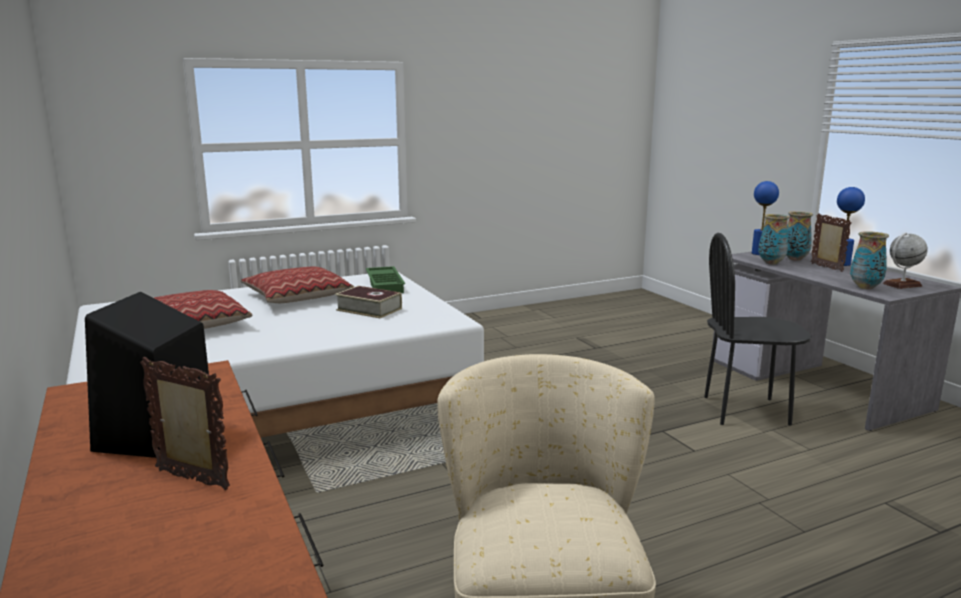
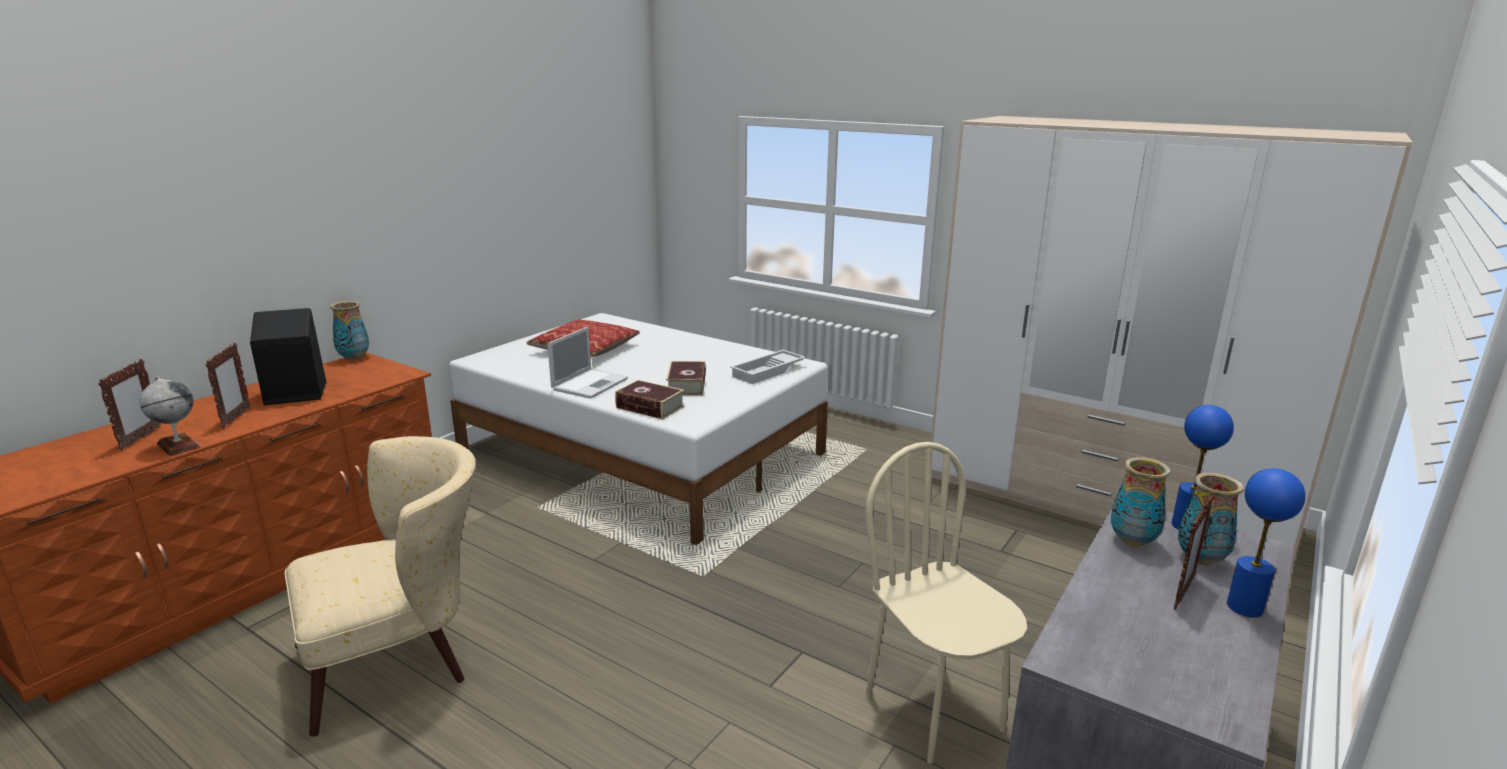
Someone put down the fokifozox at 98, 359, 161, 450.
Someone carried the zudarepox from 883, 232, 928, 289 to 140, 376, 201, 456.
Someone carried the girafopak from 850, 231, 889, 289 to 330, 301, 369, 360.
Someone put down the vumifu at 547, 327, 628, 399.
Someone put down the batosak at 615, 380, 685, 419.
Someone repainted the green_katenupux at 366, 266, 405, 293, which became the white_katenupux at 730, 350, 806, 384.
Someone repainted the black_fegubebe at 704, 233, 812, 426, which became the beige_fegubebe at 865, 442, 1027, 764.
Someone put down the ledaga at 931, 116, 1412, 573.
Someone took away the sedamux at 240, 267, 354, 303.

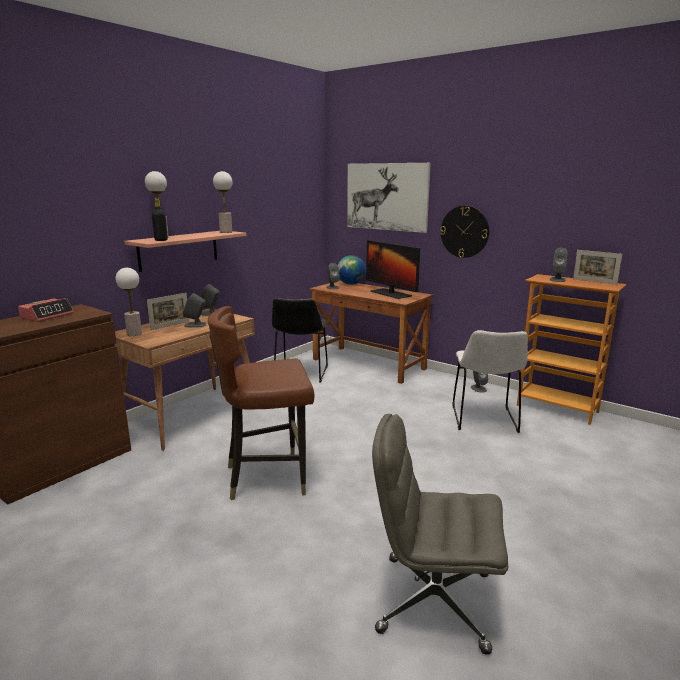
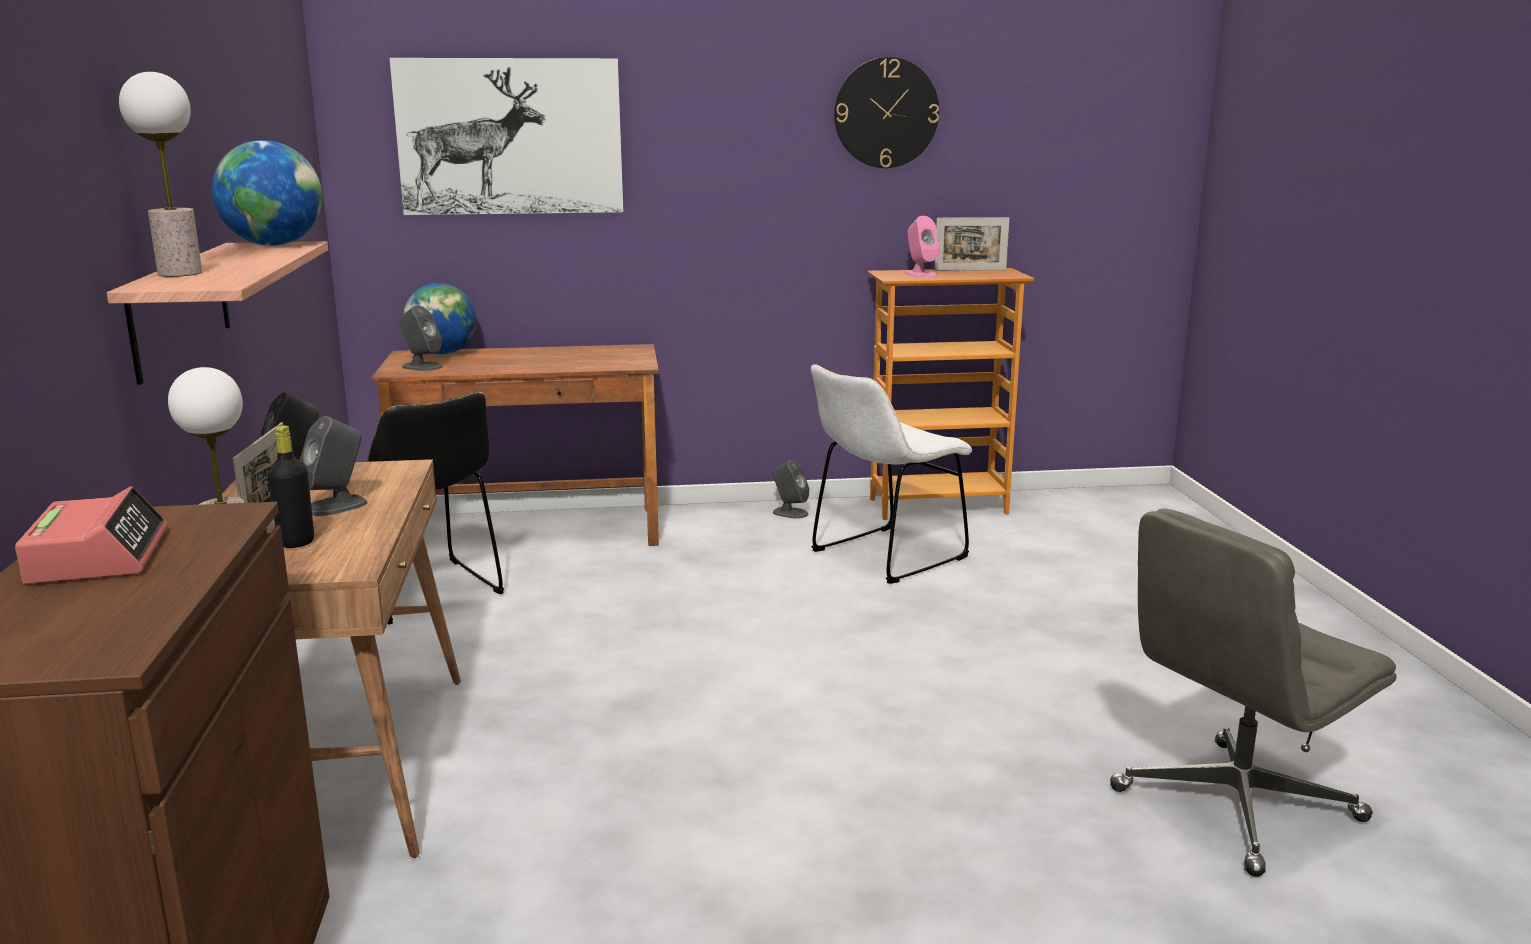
Someone swapped the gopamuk at 213, 171, 233, 233 for the zudarepox at 212, 140, 322, 246.
Someone carried the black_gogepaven from 152, 198, 168, 241 to 268, 426, 314, 548.
Someone rotated the white_fegubebe at 452, 330, 528, 433 by 90 degrees clockwise.
Someone carried the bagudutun from 440, 206, 489, 258 to 834, 57, 939, 168.
Someone repainted the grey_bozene at 550, 248, 568, 282, which became the pink_bozene at 905, 216, 940, 278.
Someone took away the brown_fegubebe at 208, 306, 314, 500.
Someone took away the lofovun at 366, 240, 420, 299.

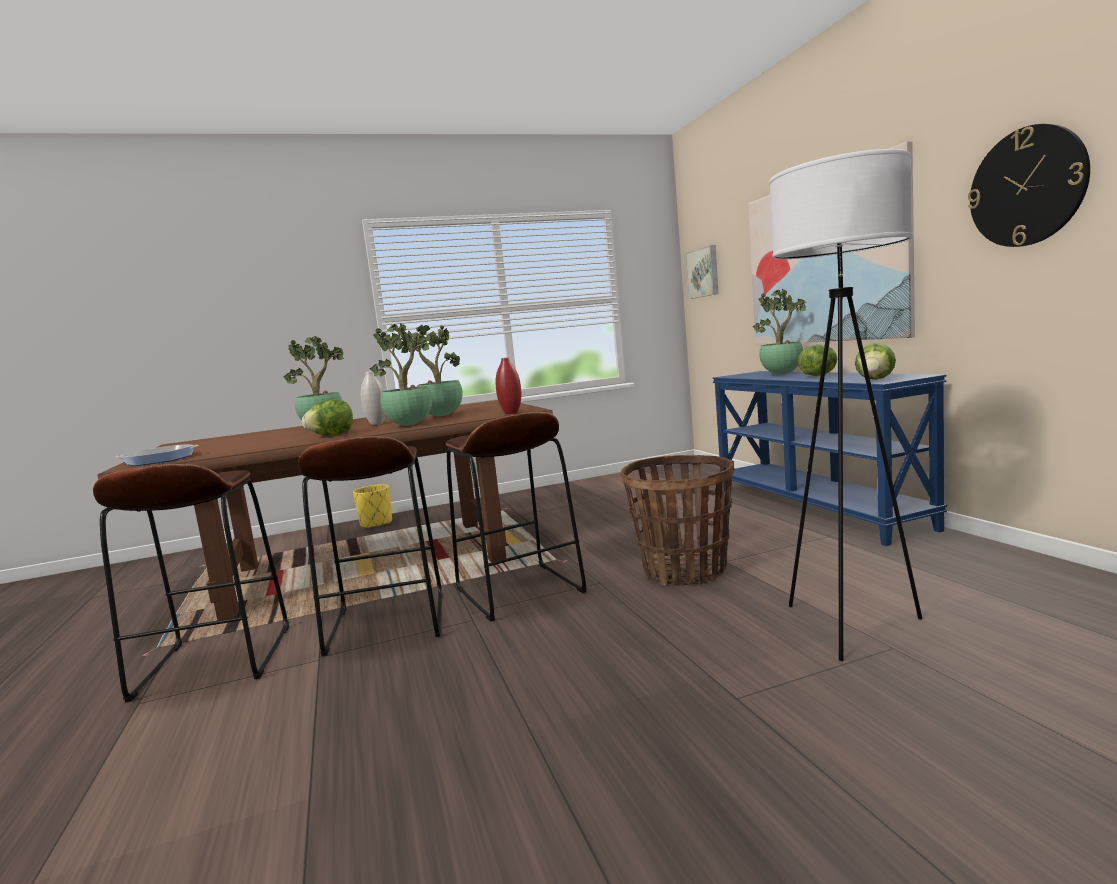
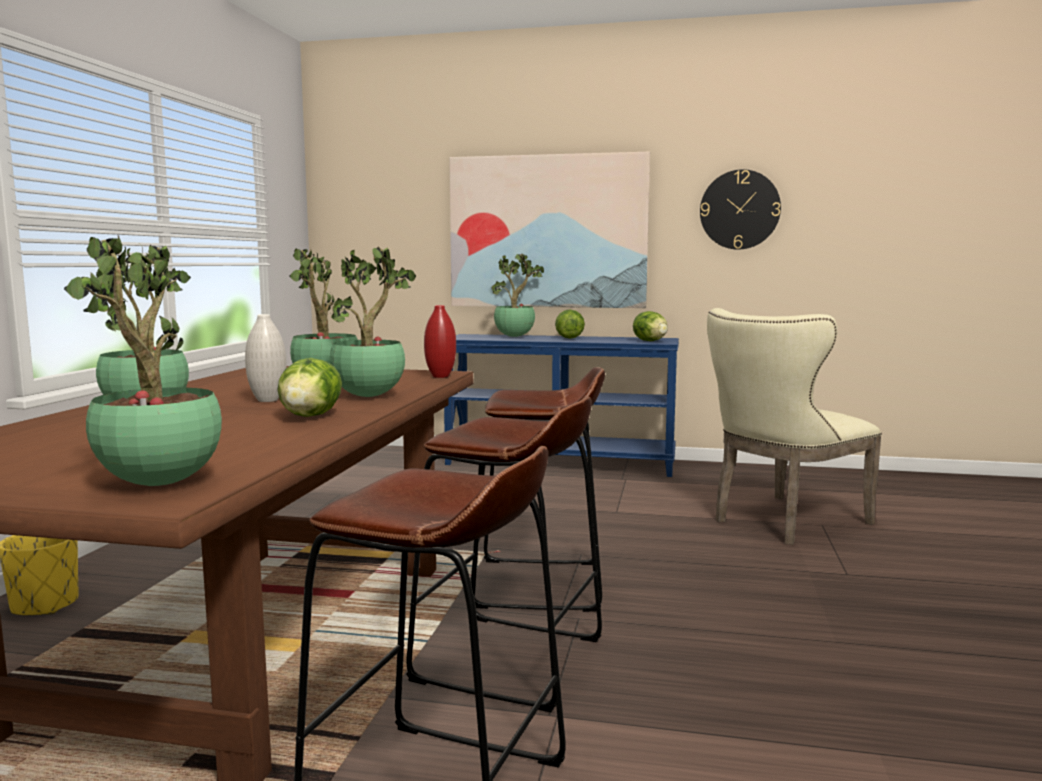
Someone swapped the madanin at 116, 444, 199, 466 for the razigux at 64, 235, 222, 486.
Someone swapped the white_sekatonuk at 769, 149, 922, 661 for the beige_fegubebe at 707, 308, 882, 545.
Someone took away the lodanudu at 621, 455, 735, 586.
Someone took away the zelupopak at 685, 245, 718, 299.

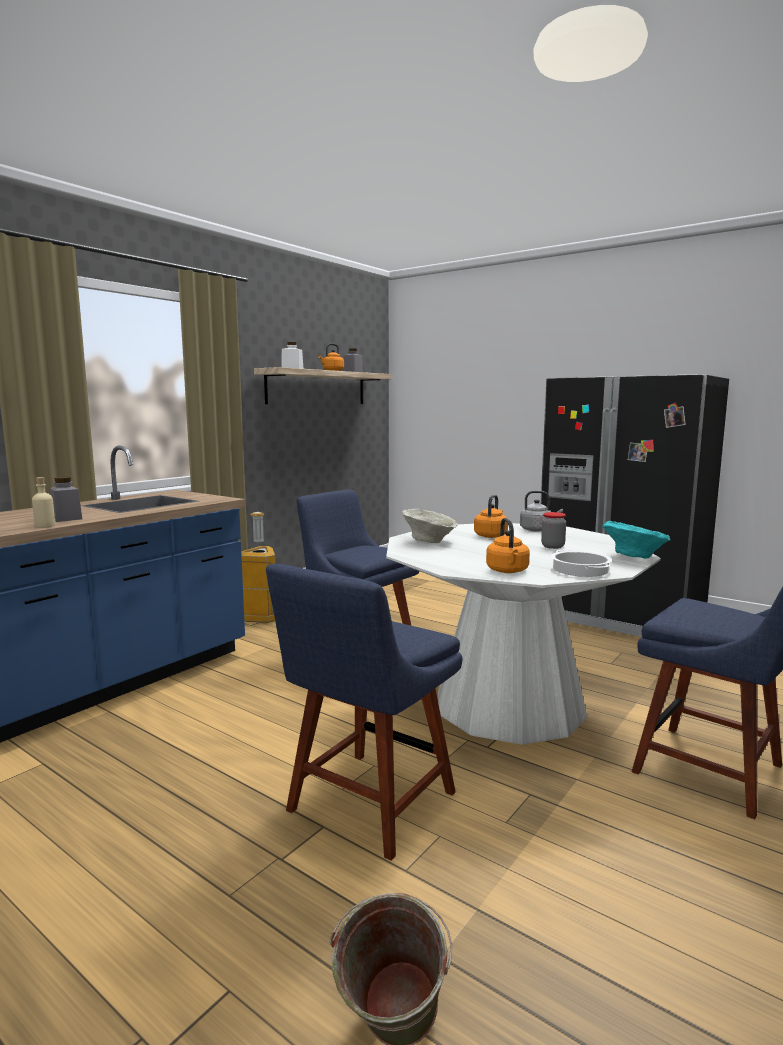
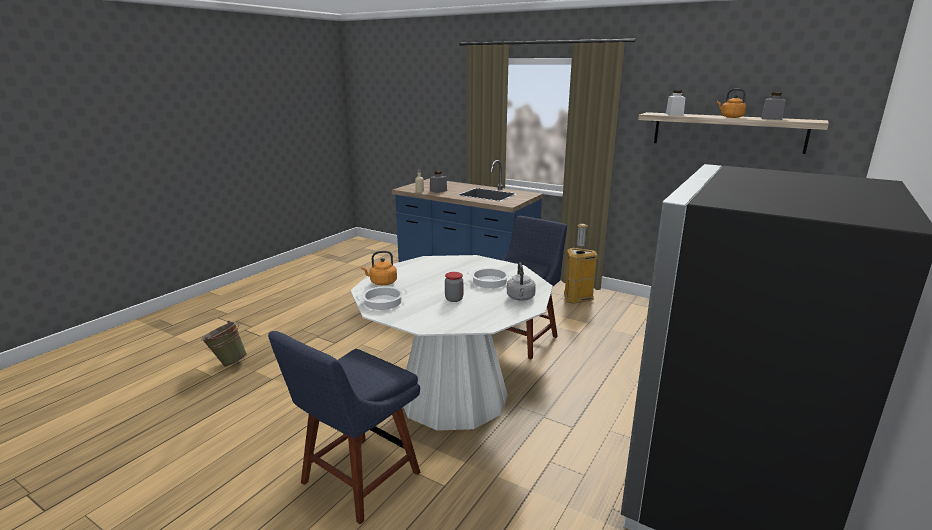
Someone swapped the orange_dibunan at 474, 495, 508, 538 for the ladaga at 467, 268, 513, 288.
Someone took away the blue_fegubebe at 266, 564, 462, 861.
Someone took away the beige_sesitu at 402, 509, 458, 543.
Someone took away the turquoise_sesitu at 602, 521, 670, 559.

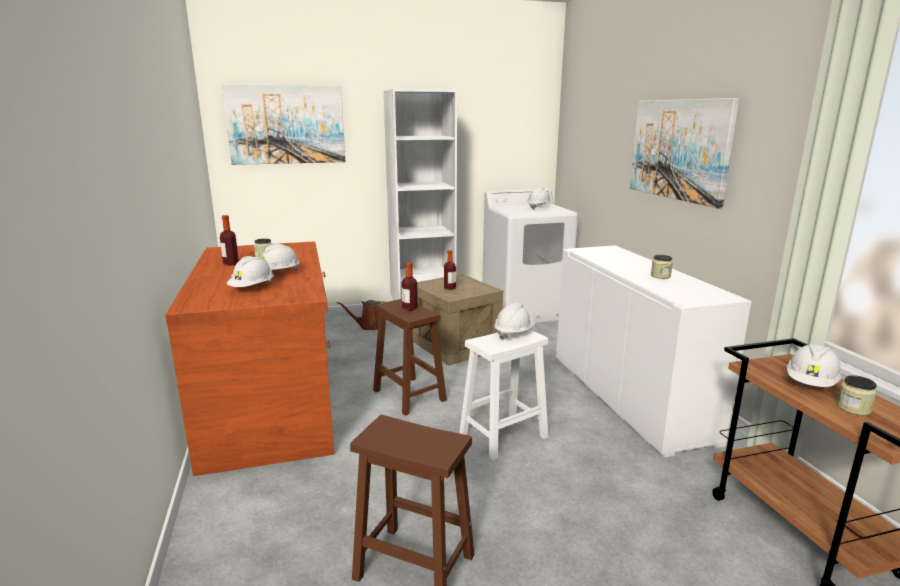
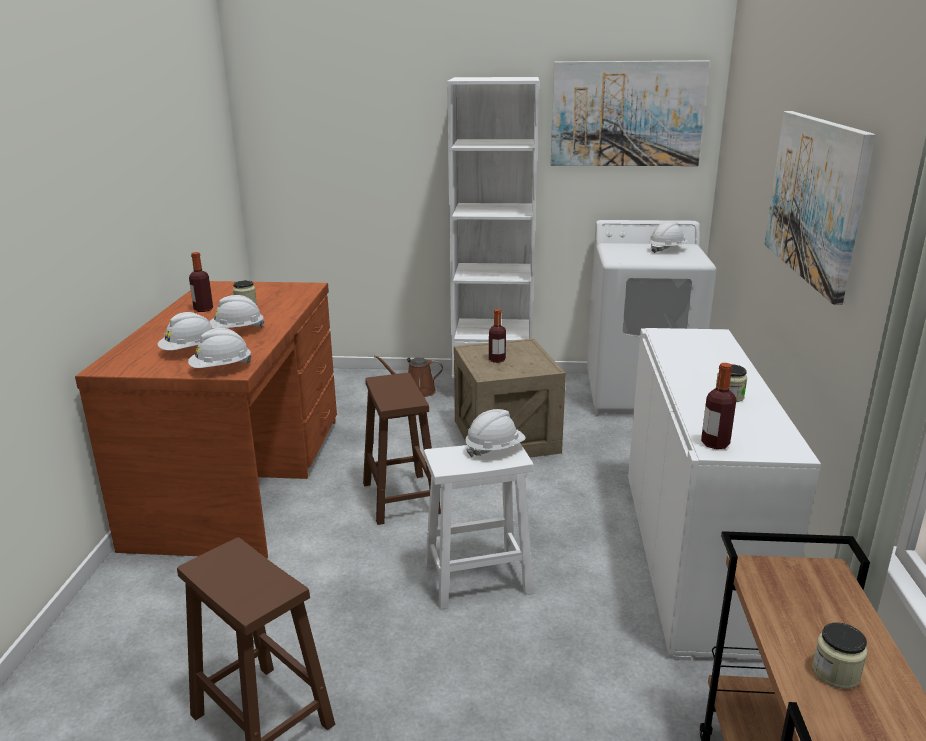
Someone carried the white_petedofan from 787, 343, 842, 387 to 188, 328, 252, 368.
Someone carried the zelupopak from 222, 84, 345, 165 to 551, 60, 710, 166.
Someone carried the gogepaven from 402, 262, 418, 311 to 701, 363, 736, 449.

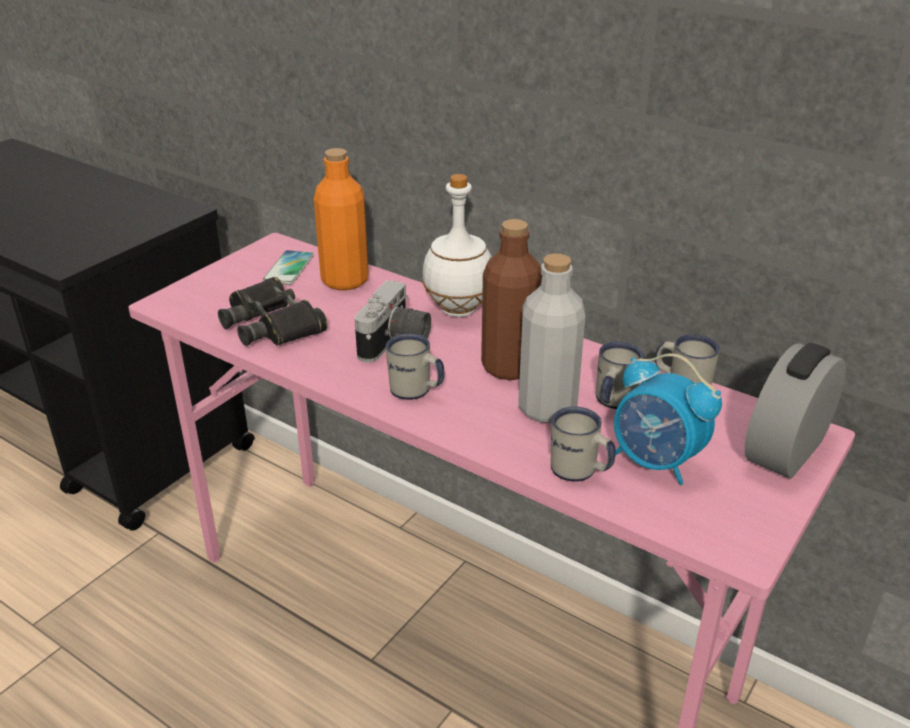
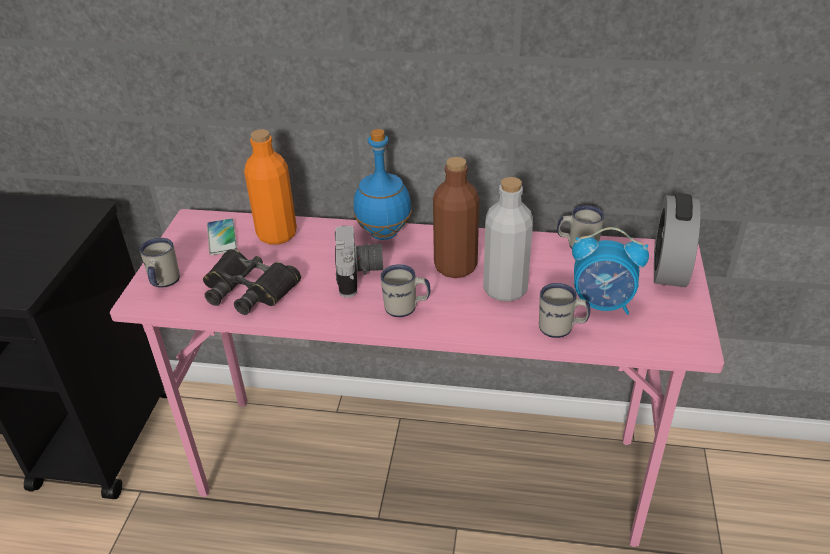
Someone carried the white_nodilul from 596, 342, 644, 409 to 140, 238, 180, 288.
Someone repainted the white_gogepaven at 422, 174, 492, 317, which became the blue_gogepaven at 354, 129, 412, 240.

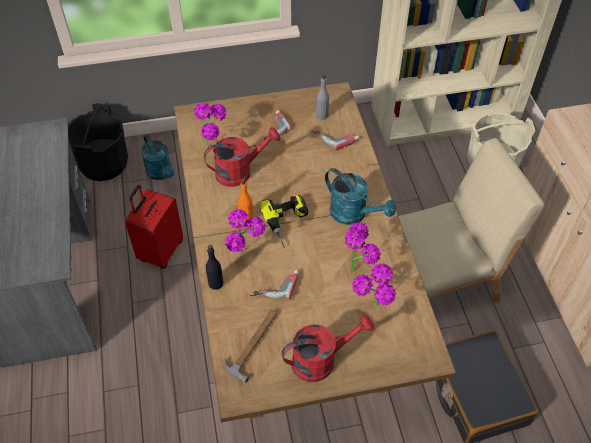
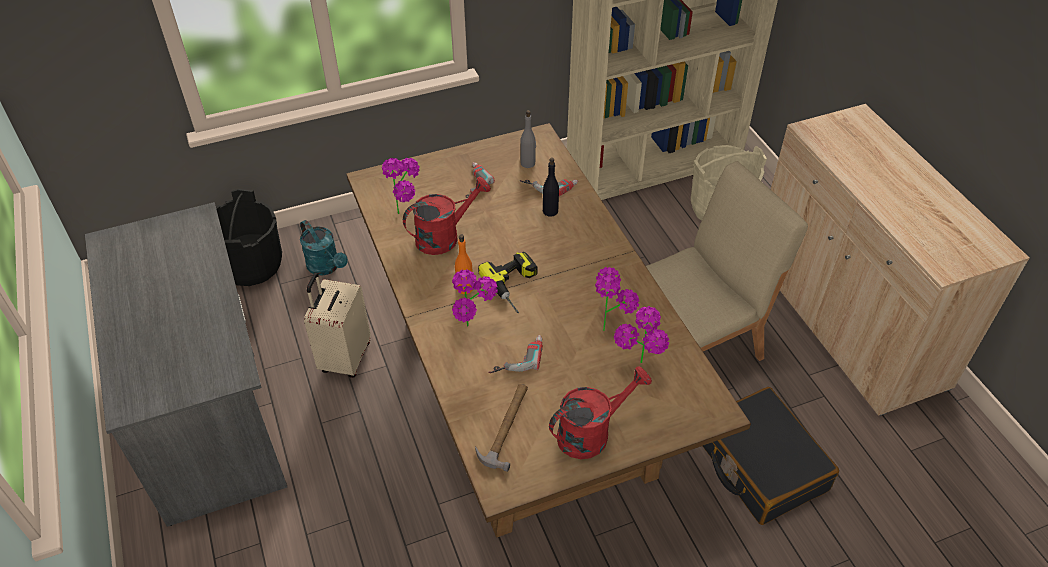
Someone repainted the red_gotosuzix at 125, 185, 183, 269, which became the beige_gotosuzix at 304, 273, 371, 378.
Someone carried the black_gogepaven from 206, 245, 223, 290 to 543, 158, 559, 217.
Someone took away the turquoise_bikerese at 325, 168, 396, 225.

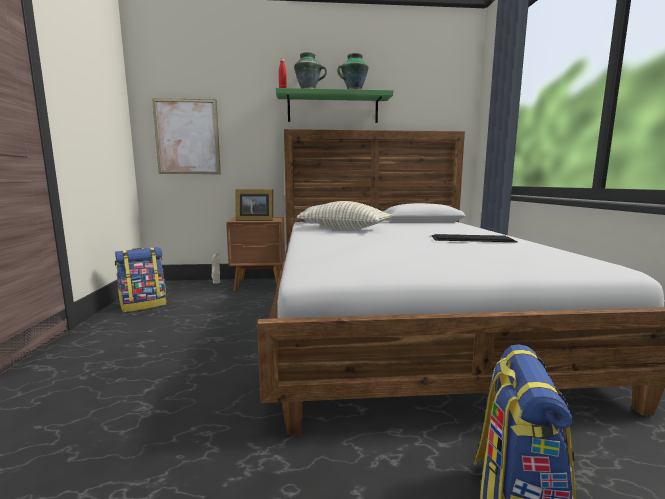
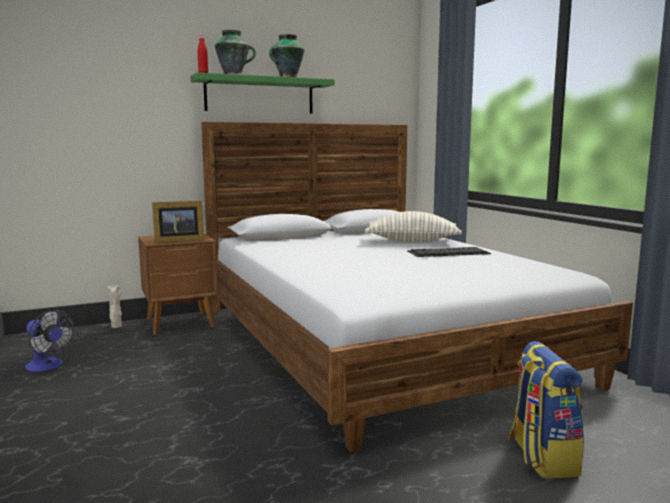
Someone swapped the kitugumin at 115, 247, 167, 312 for the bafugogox at 25, 310, 74, 372.
Someone carried the sedamux from 297, 201, 392, 230 to 364, 211, 462, 242.
Someone took away the zelupopak at 152, 98, 221, 174.

